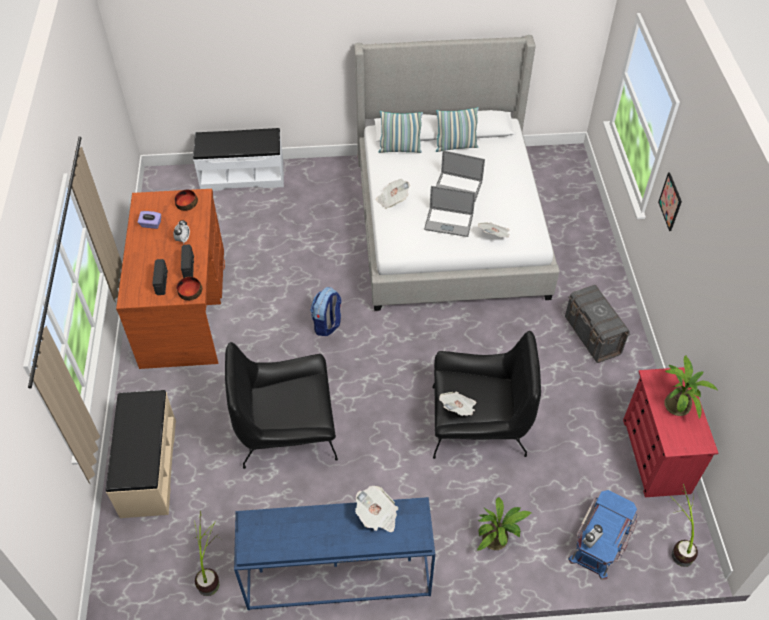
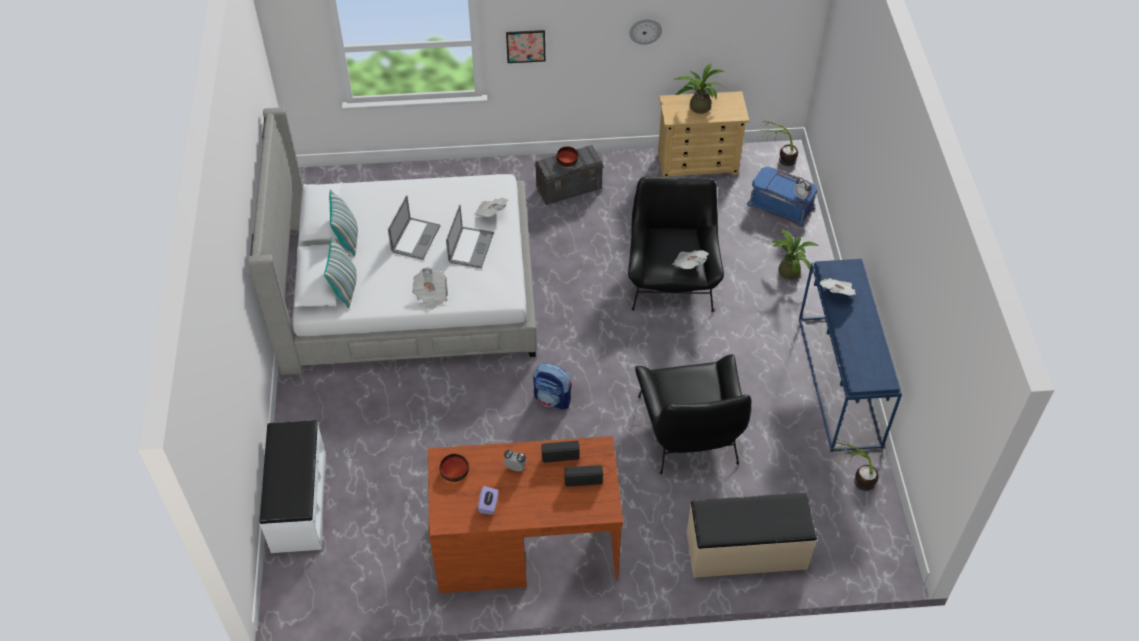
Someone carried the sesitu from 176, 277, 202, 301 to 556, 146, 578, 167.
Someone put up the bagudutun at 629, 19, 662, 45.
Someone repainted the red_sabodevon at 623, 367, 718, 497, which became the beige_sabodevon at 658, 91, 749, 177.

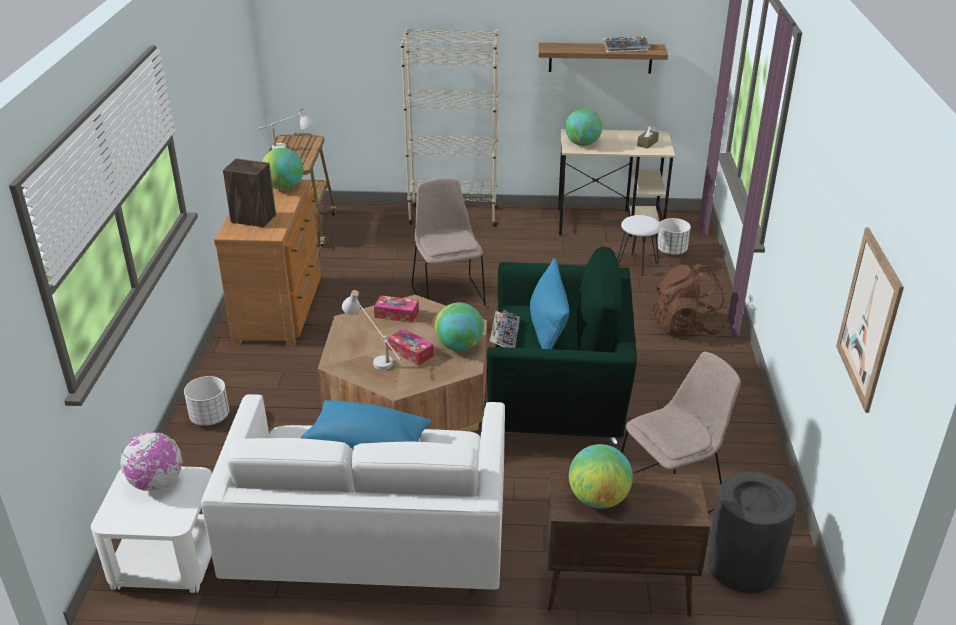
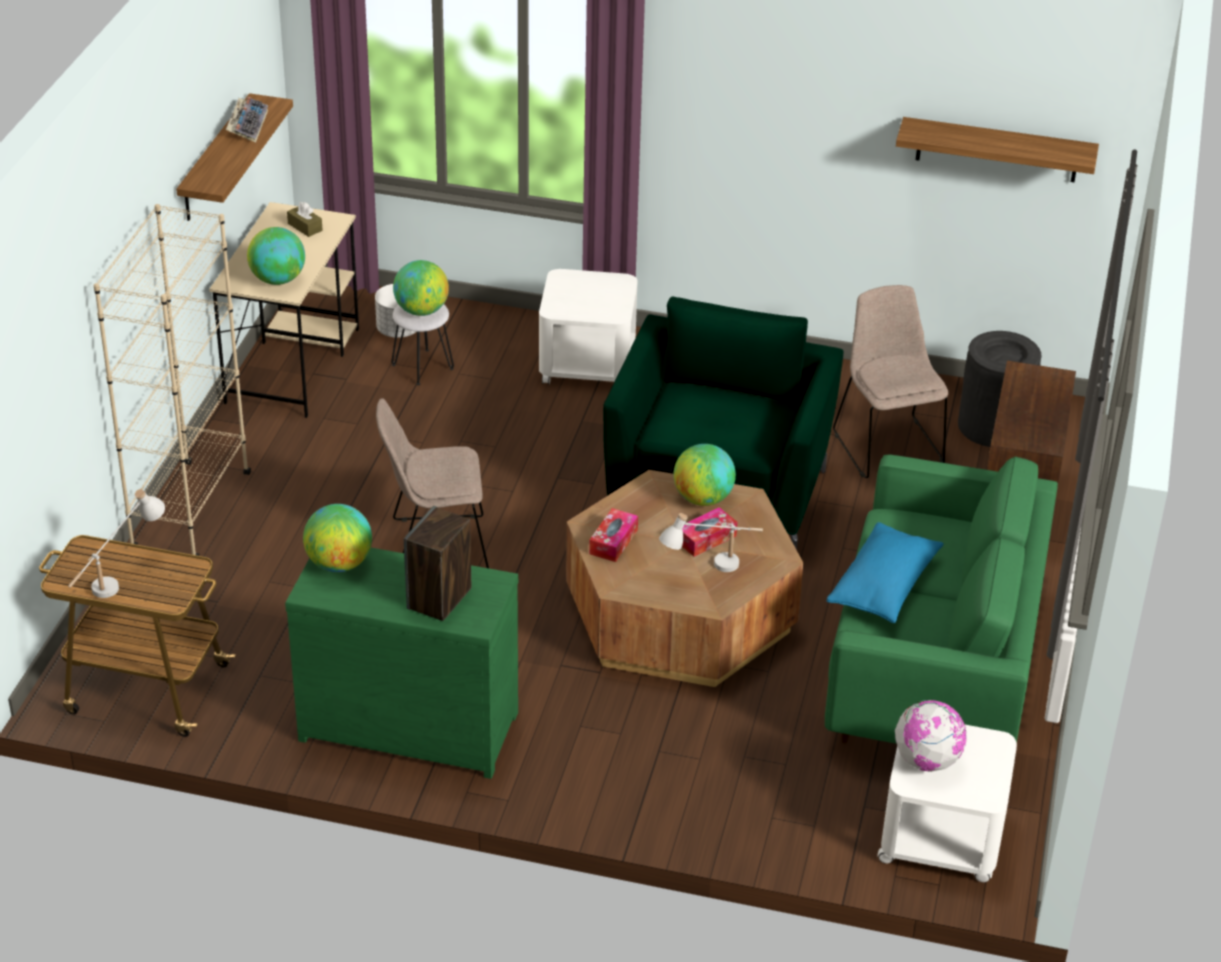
Someone repainted the brown_sabodevon at 214, 180, 321, 346, which became the green_sabodevon at 285, 548, 518, 779.
Someone carried the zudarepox from 569, 444, 633, 509 to 393, 260, 449, 316.
Someone swapped the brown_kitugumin at 652, 263, 725, 335 for the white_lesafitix at 539, 269, 637, 385.
Someone repainted the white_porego at 201, 394, 505, 596, which became the green_porego at 825, 454, 1058, 744.
Someone swapped the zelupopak at 836, 228, 904, 413 for the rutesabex at 896, 117, 1099, 182.
Someone took away the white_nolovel at 184, 376, 229, 426.
Someone took away the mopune at 490, 310, 520, 348.
Someone took away the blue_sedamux at 530, 258, 569, 349.

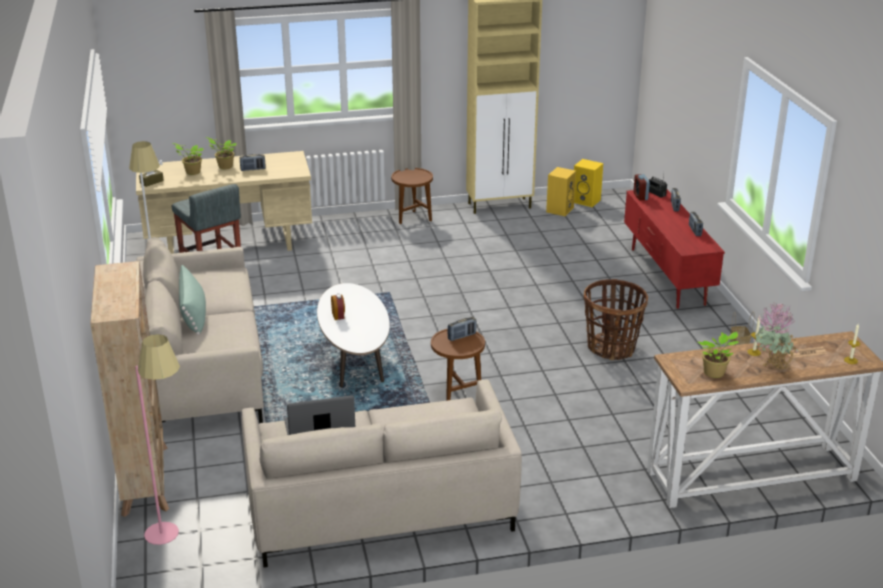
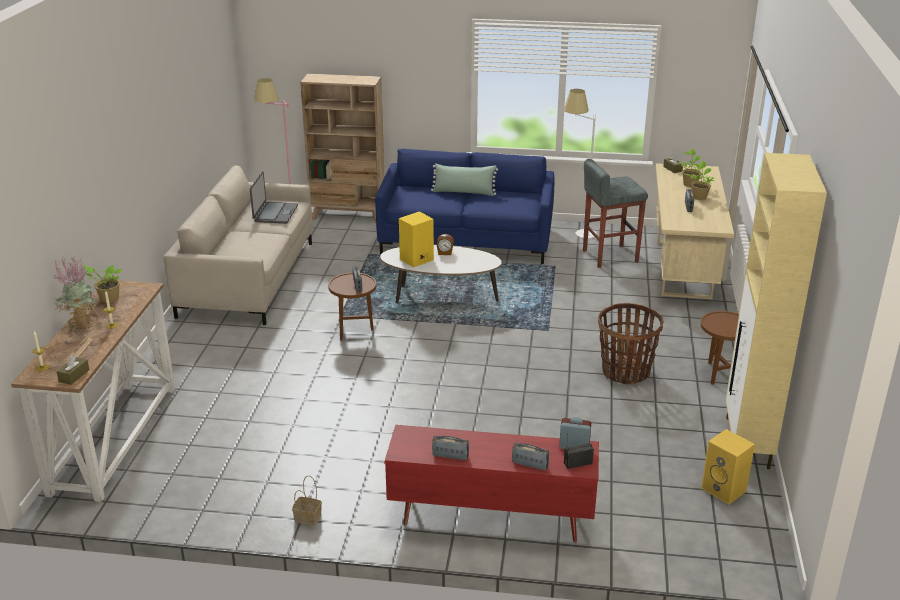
Someone put down the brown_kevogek at 56, 354, 89, 385.
Someone repainted the beige_porego at 136, 237, 264, 423, which became the blue_porego at 375, 149, 555, 264.
Someone carried the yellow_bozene from 574, 159, 603, 207 to 399, 212, 434, 268.
Someone carried the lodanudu from 583, 279, 648, 360 to 598, 303, 664, 384.

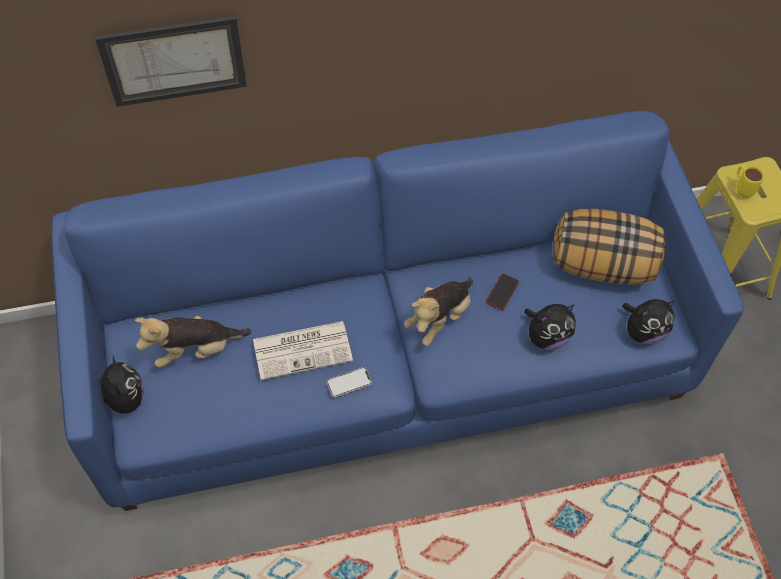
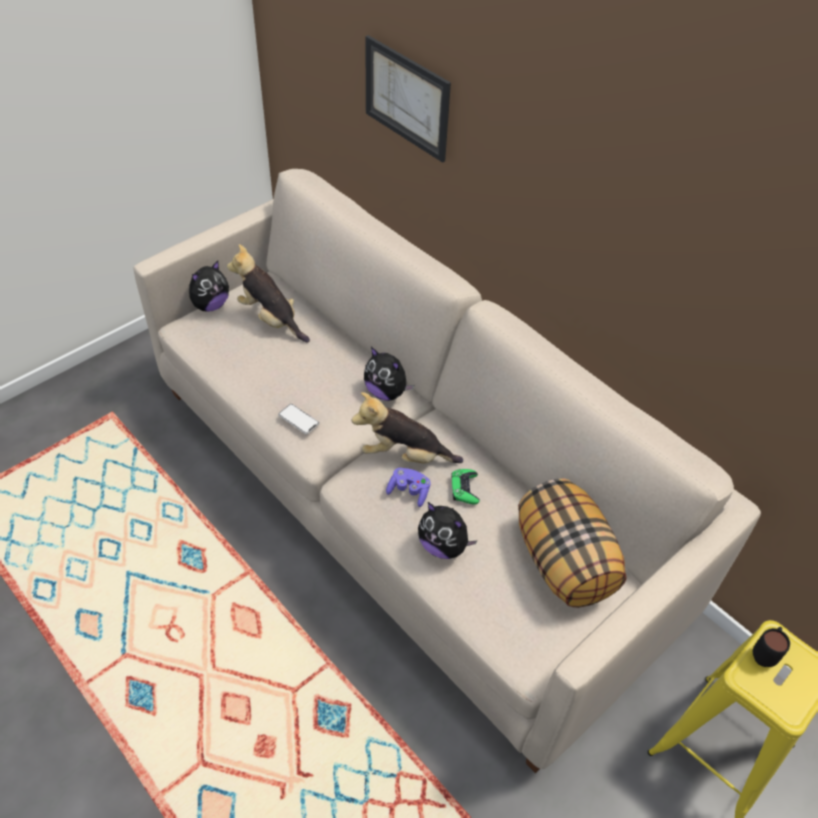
Someone repainted the blue_porego at 51, 111, 744, 511, which became the beige_porego at 133, 169, 761, 773.
Someone carried the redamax from 622, 299, 676, 344 to 364, 347, 414, 401.
Someone put down the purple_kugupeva at 386, 468, 431, 507.
Someone swapped the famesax at 486, 273, 519, 311 for the green_kugupeva at 451, 469, 480, 504.
Someone repainted the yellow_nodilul at 736, 166, 764, 198, which became the black_nodilul at 753, 627, 790, 667.
Someone took away the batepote at 253, 321, 353, 380.

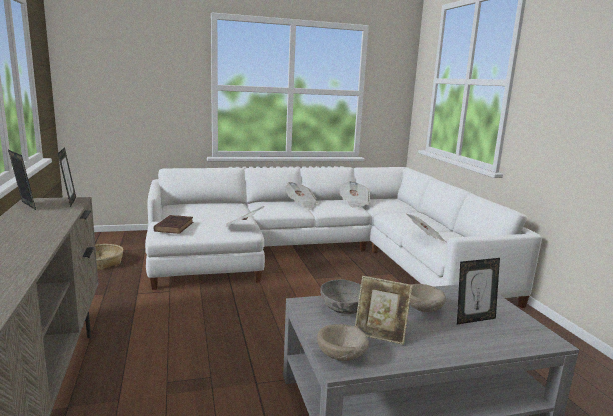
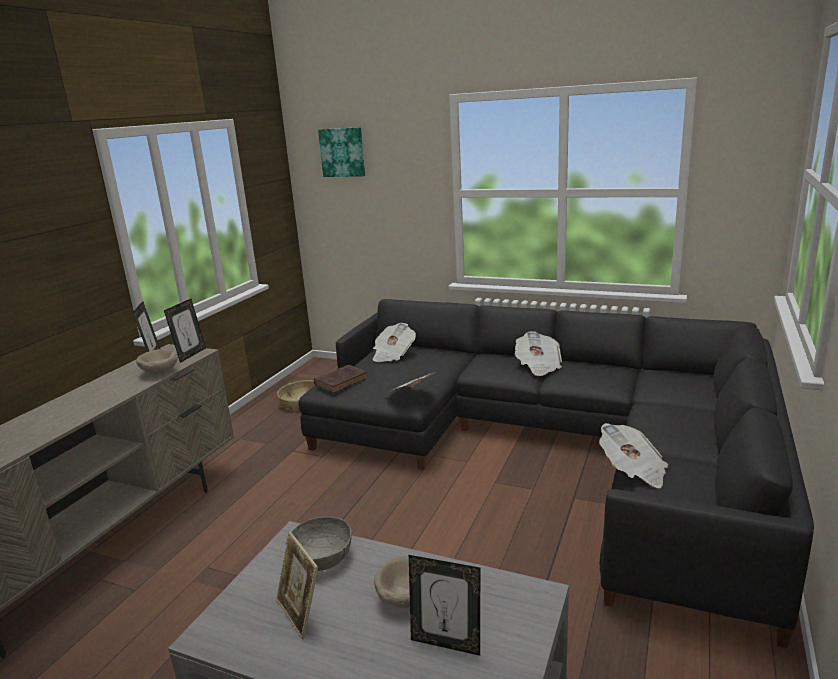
Someone carried the beige_sesitu from 317, 324, 369, 361 to 136, 349, 178, 374.
Someone repainted the white_porego at 145, 167, 542, 308, which became the black_porego at 298, 299, 814, 648.
Someone put up the zelupopak at 318, 127, 365, 177.
Someone carried the batepote from 339, 181, 370, 208 to 372, 323, 416, 362.

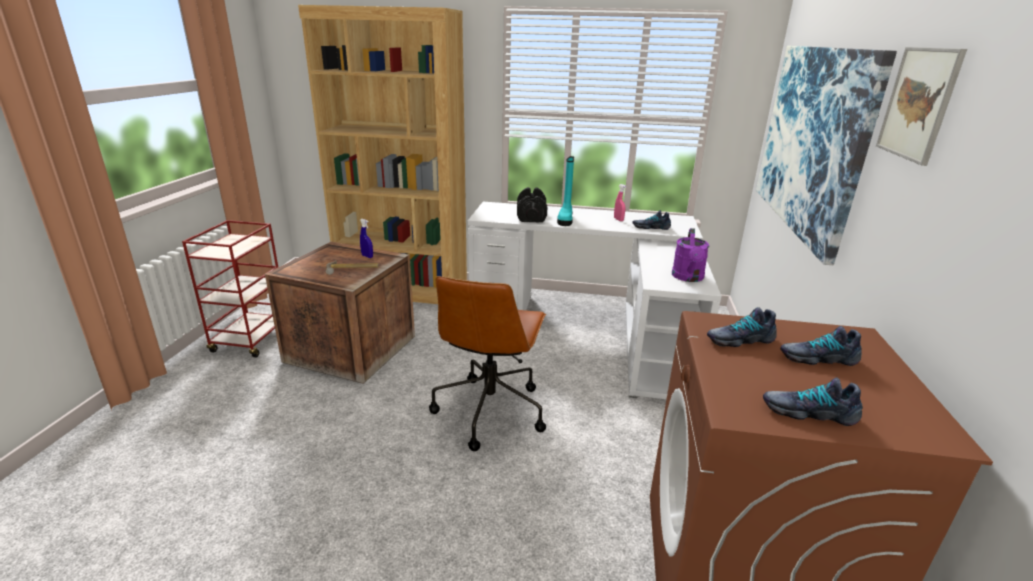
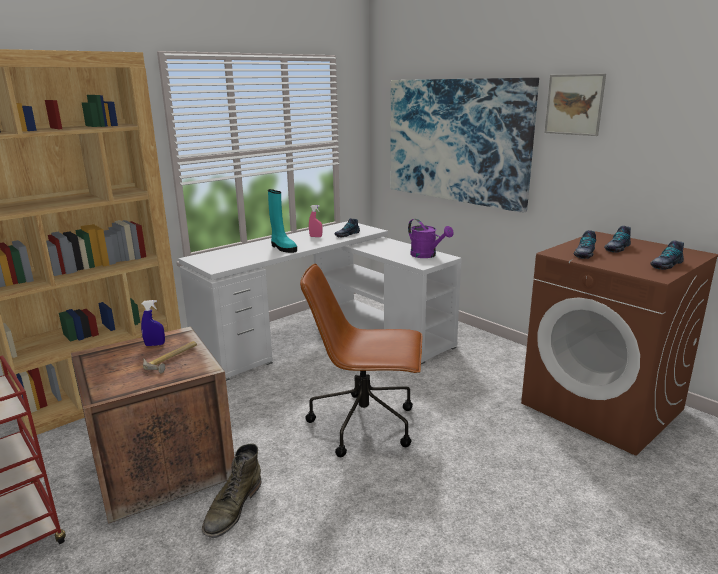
Someone put down the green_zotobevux at 202, 443, 261, 538.
Someone rotated the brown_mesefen at 429, 276, 546, 451 by 135 degrees clockwise.
Someone took away the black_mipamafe at 517, 187, 548, 223.

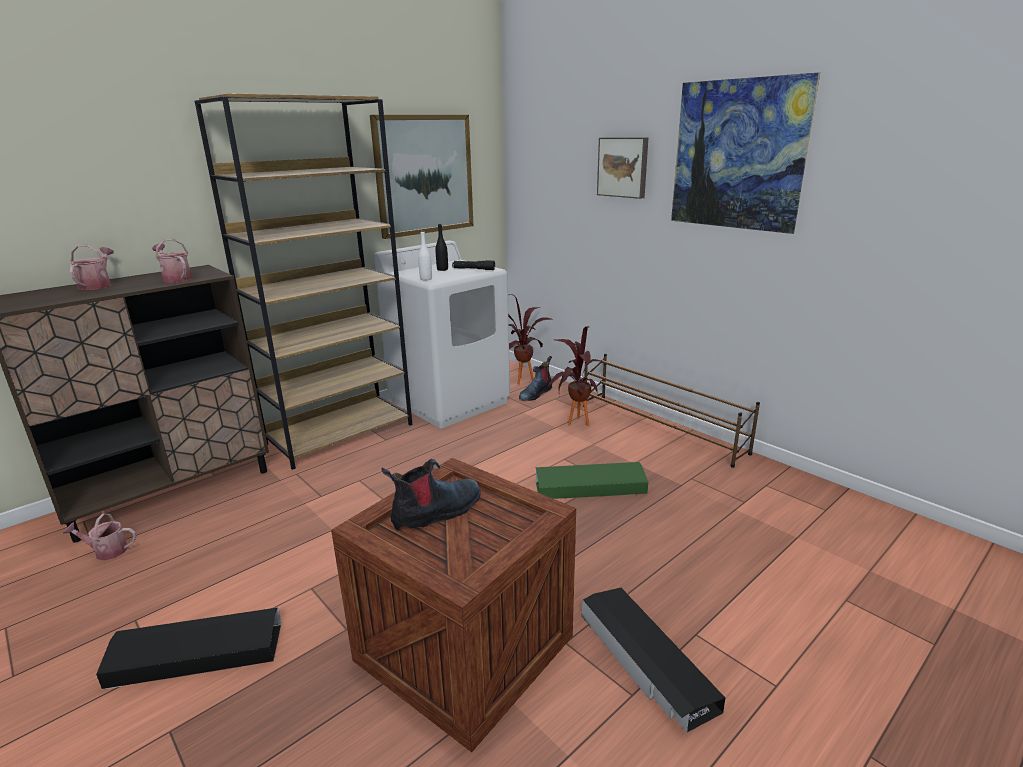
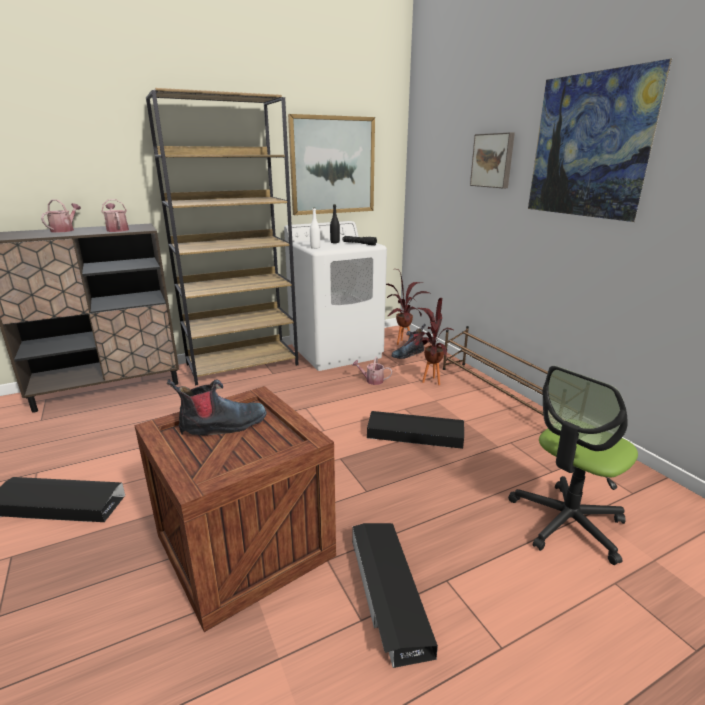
Someone carried the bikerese from 63, 514, 137, 560 to 352, 357, 392, 385.
Someone repainted the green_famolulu at 535, 462, 648, 499, which became the black_famolulu at 367, 411, 464, 449.
Someone put down the mesefen at 508, 366, 638, 565.

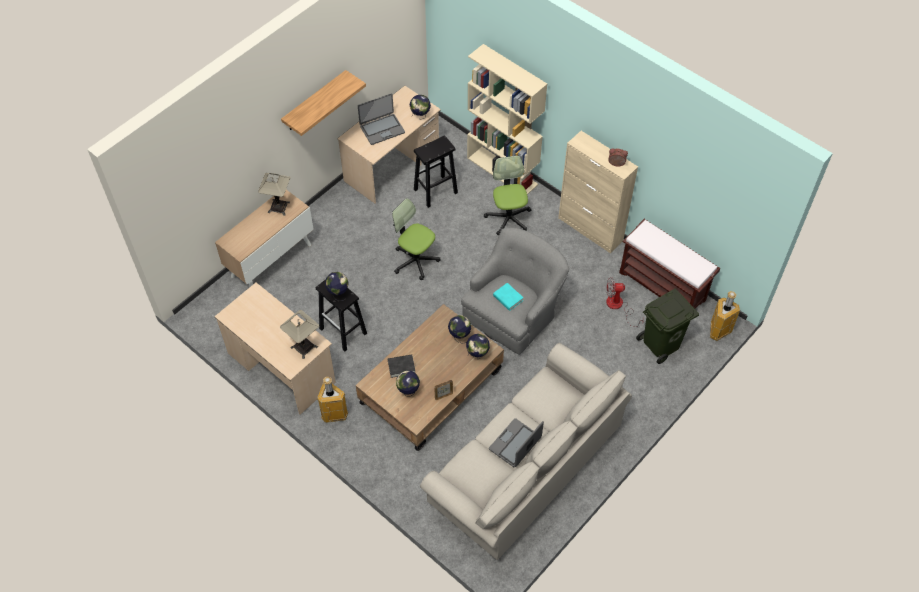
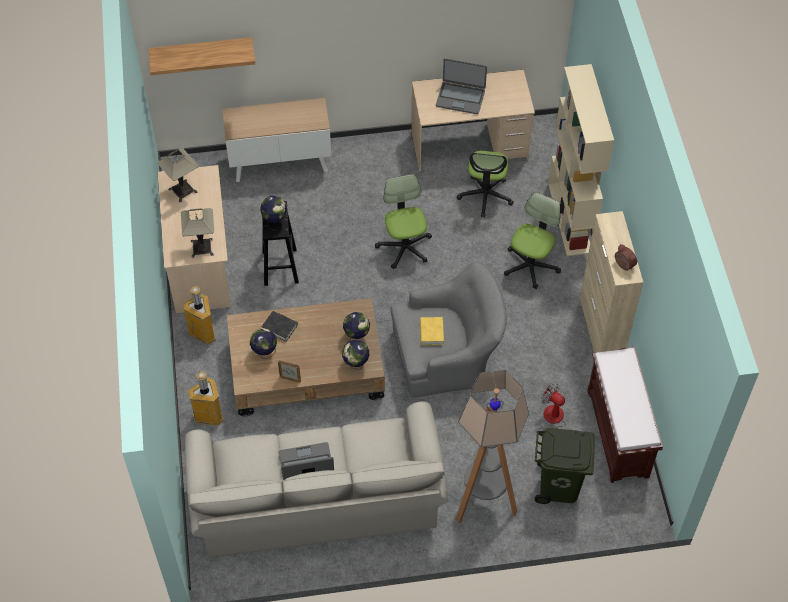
Someone carried the rutesabex from 281, 70, 366, 136 to 148, 37, 255, 75.
Someone carried the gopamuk from 258, 173, 290, 216 to 157, 148, 199, 202.
Someone carried the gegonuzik from 710, 291, 740, 341 to 188, 371, 224, 426.
Someone repainted the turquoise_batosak at 493, 283, 524, 311, which became the yellow_batosak at 420, 317, 444, 345.
Someone put down the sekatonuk at 455, 370, 529, 523.
Someone swapped the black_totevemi at 414, 135, 458, 208 for the mesefen at 457, 151, 514, 217.
Someone took away the zudarepox at 410, 95, 431, 120.

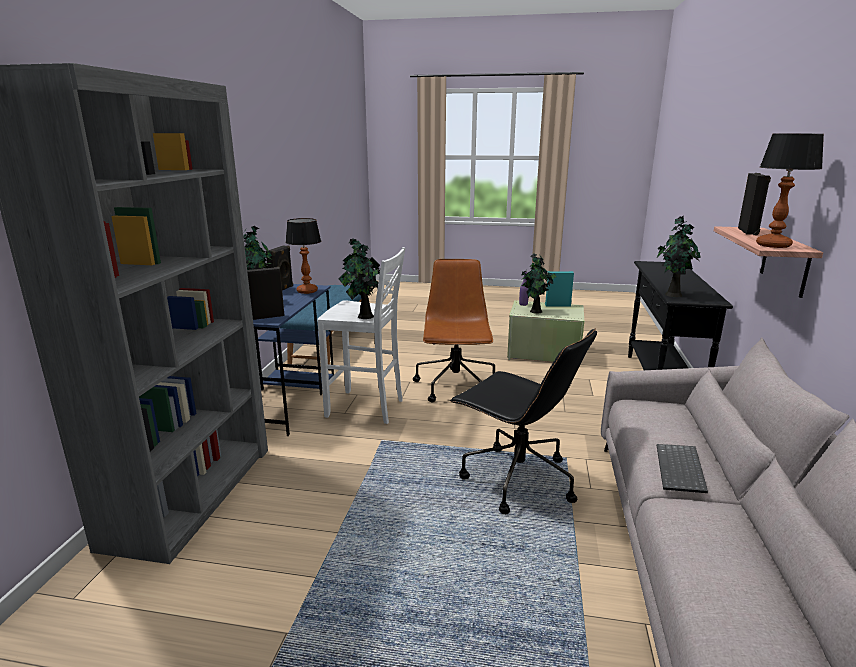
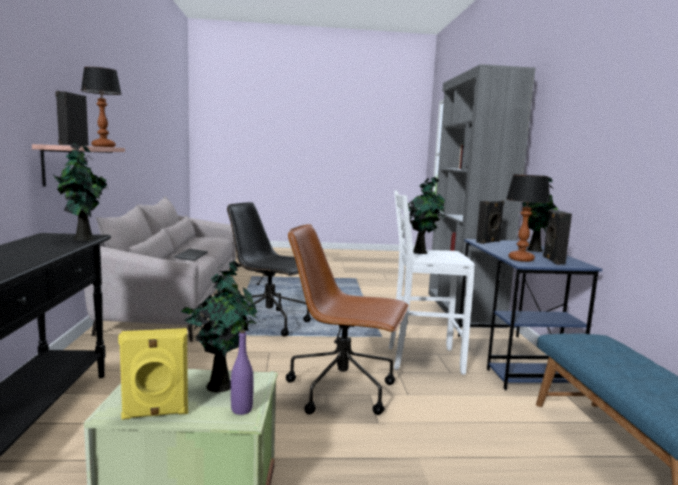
Someone repainted the turquoise_bozene at 545, 271, 574, 306, which became the yellow_bozene at 118, 328, 188, 420.
Someone rotated the brown_mesefen at 413, 259, 495, 402 by 120 degrees clockwise.

